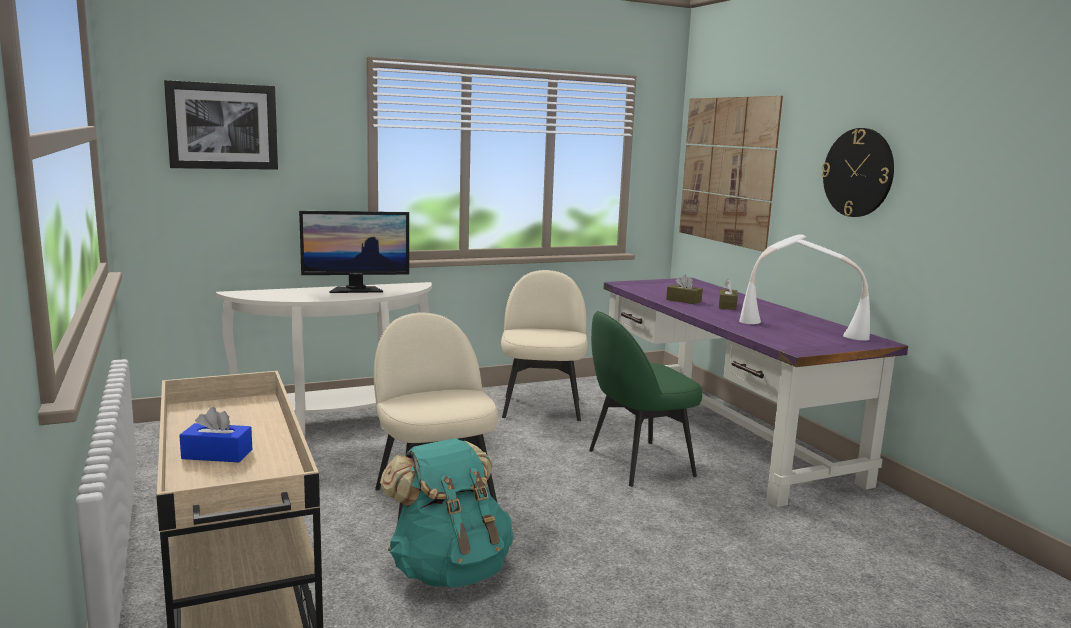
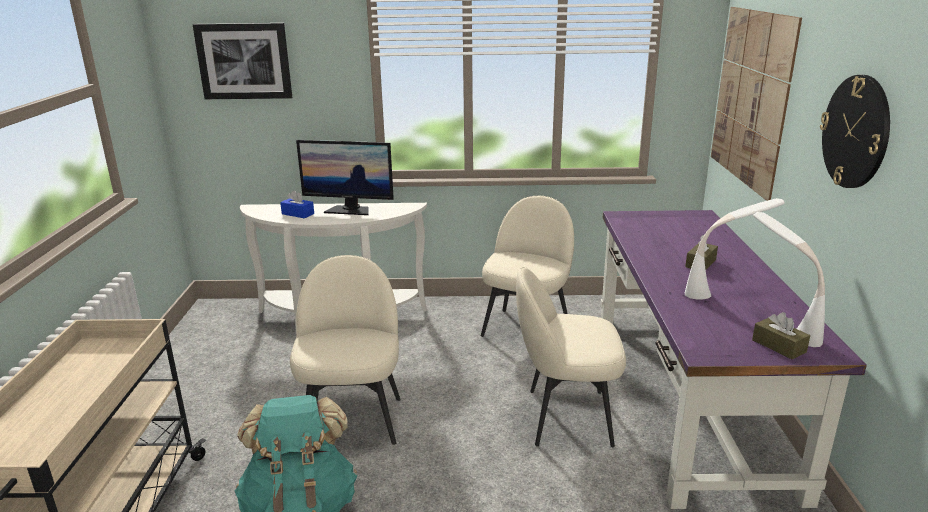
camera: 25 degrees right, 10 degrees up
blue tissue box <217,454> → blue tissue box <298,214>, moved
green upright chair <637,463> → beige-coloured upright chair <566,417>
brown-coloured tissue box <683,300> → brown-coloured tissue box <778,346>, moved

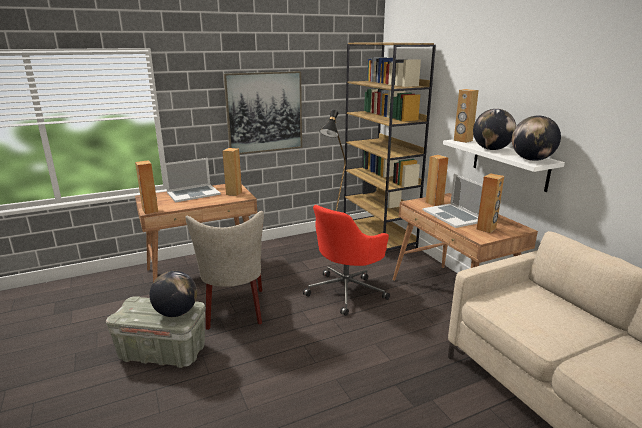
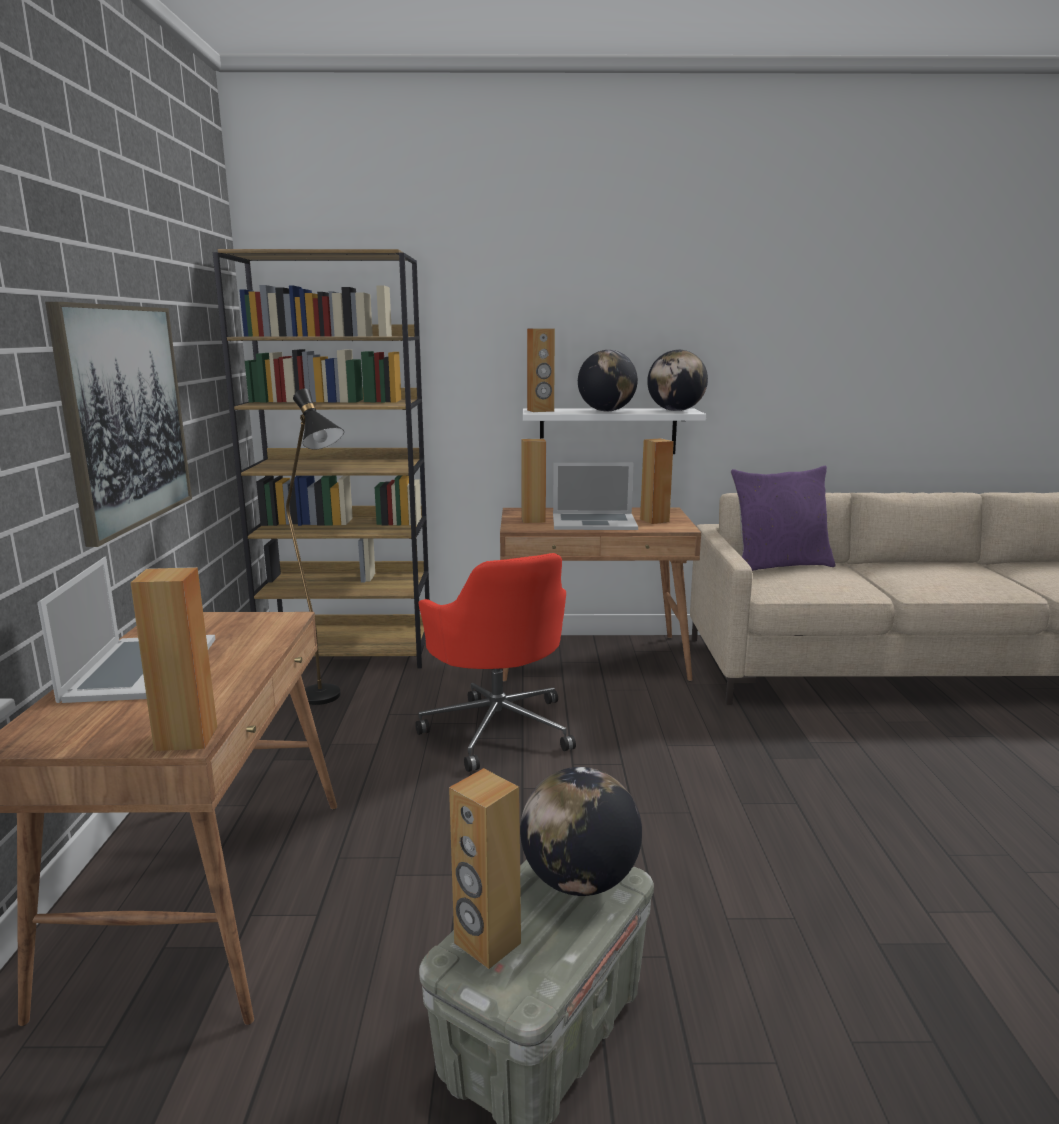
camera: 65 degrees left, 5 degrees down
brown-coloured loudspeaker <233,193> → brown-coloured loudspeaker <486,943>, moved
- → purple-coloured throw pillow <779,565>
beige-coloured upright chair <234,311> → -

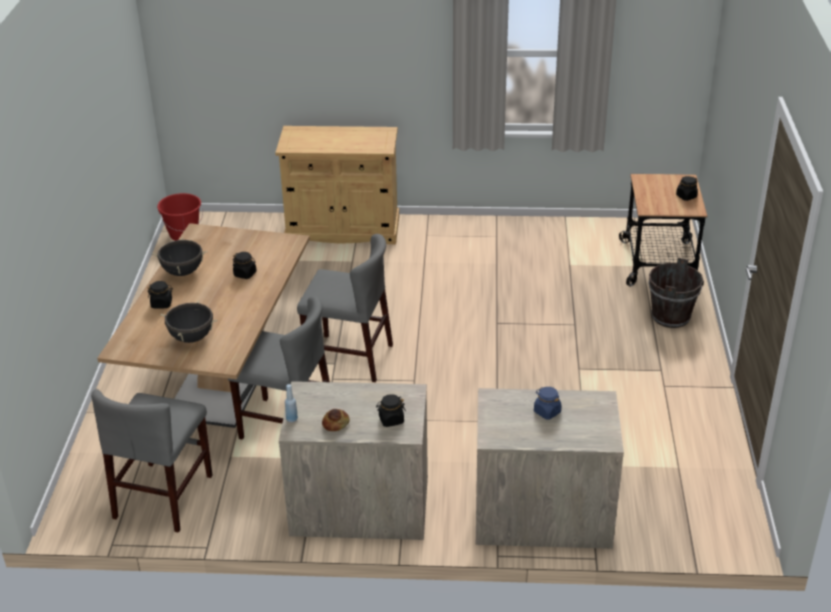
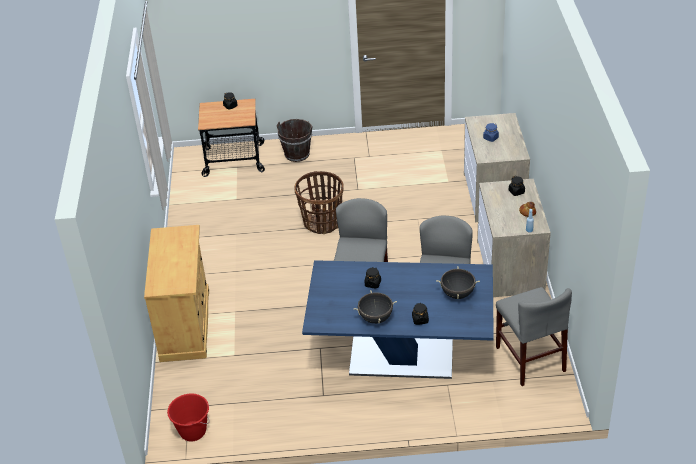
camera: 95 degrees left, 5 degrees up
- → basket <322,223>
brown-coloured kitchen table <222,380> → blue kitchen table <401,356>
grey upright chair <163,496> → grey upright chair <530,359>, 60 degrees clockwise

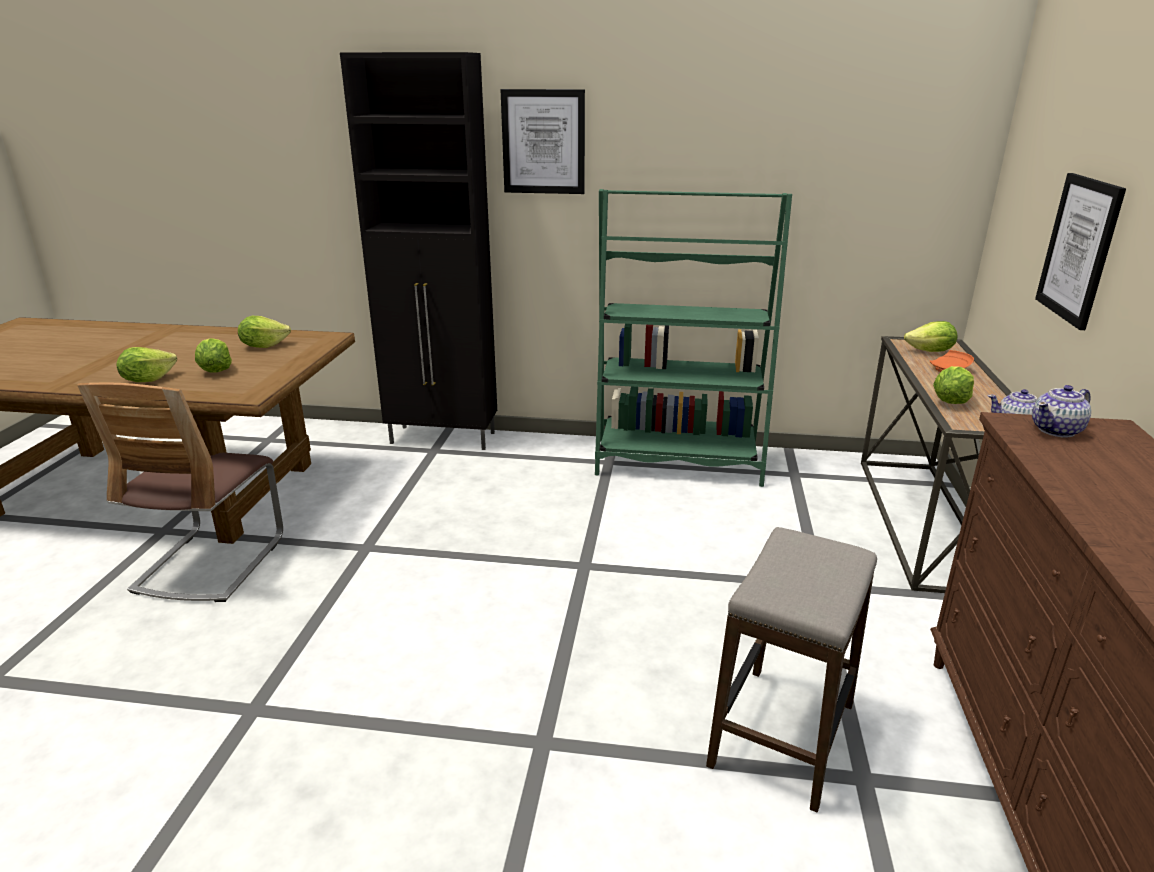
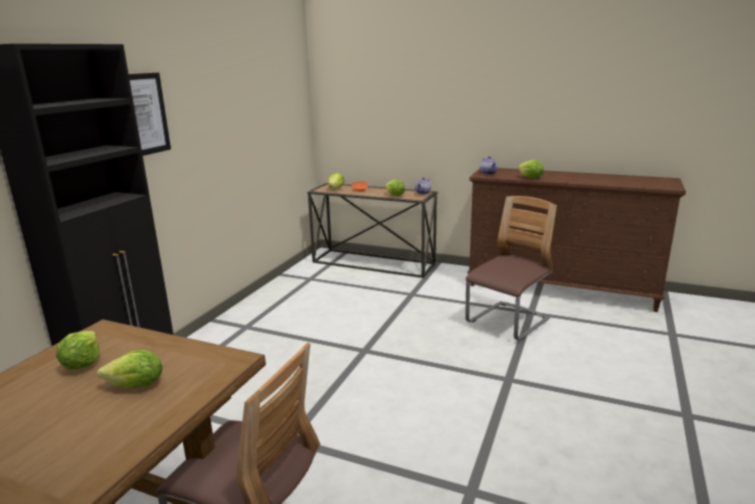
camera: 75 degrees left, 5 degrees down
sitting stool <783,735> → upright chair <507,322>
lettuce head <148,380> → lettuce head <530,178>, moved
green shelving unit <677,462> → -
wall art <1079,249> → -

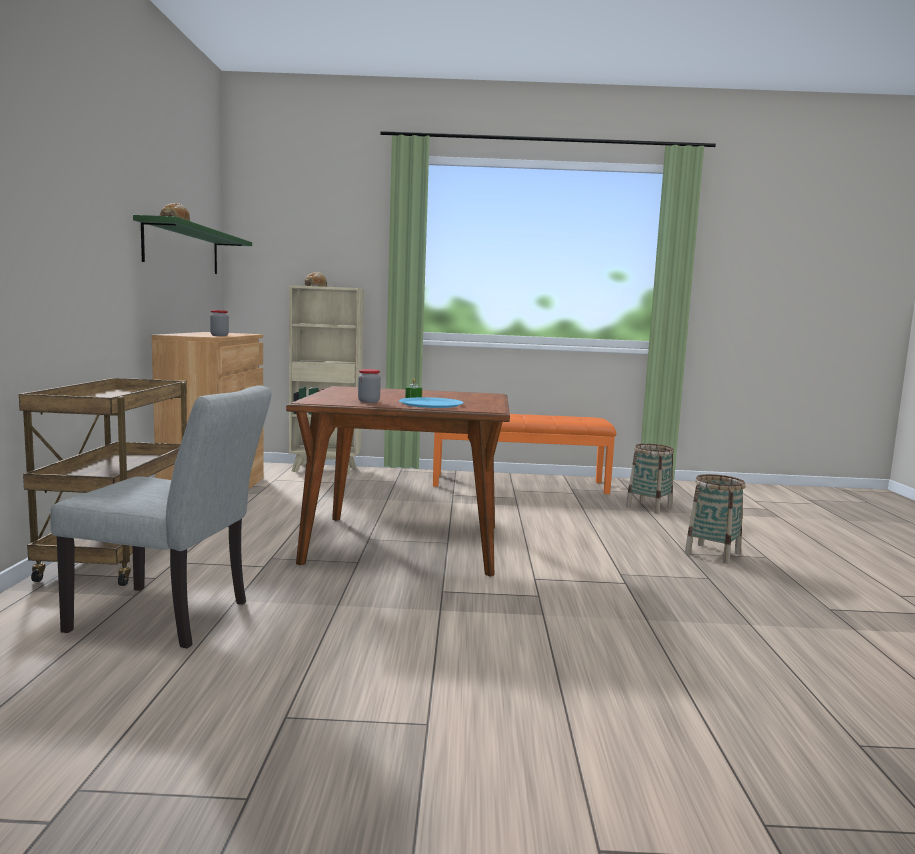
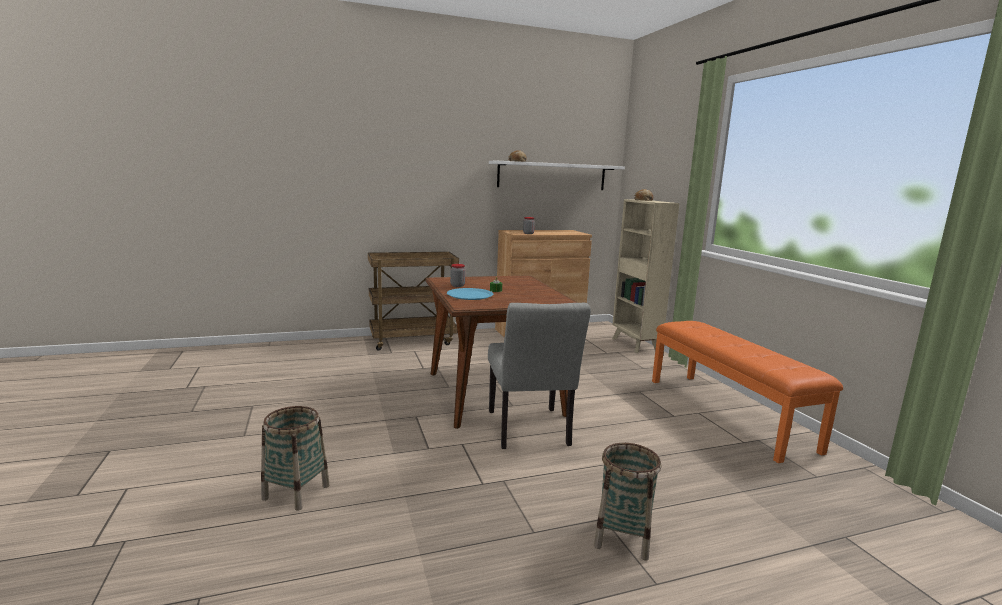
camera: 70 degrees right, 5 degrees up
basket <649,507> → basket <296,492>, moved
grey upright chair <172,618> → grey upright chair <529,431>, moved
green bracket shelf <183,249> → whitish bracket shelf <552,176>

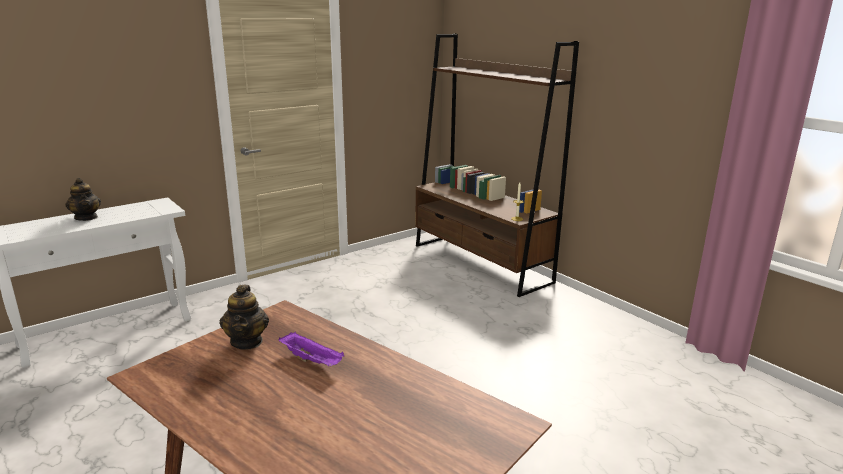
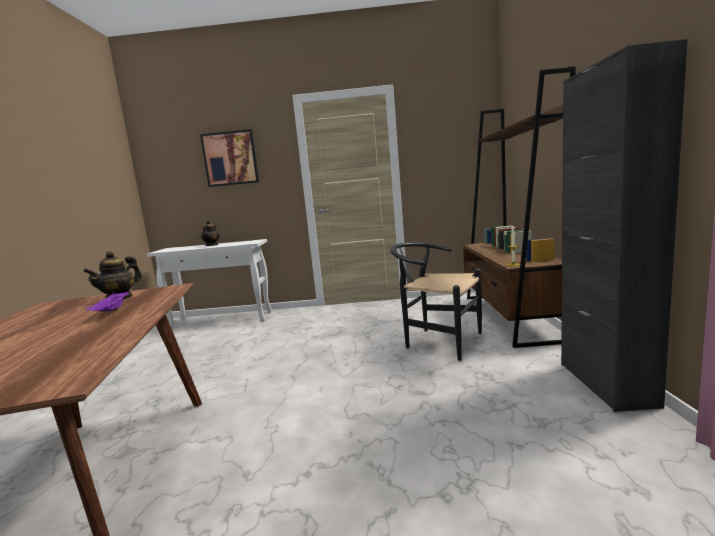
camera: 40 degrees right, 10 degrees down
- → wall art <230,158>
- → blackish upright chair <437,341>
- → blackish storage cabinet <606,384>

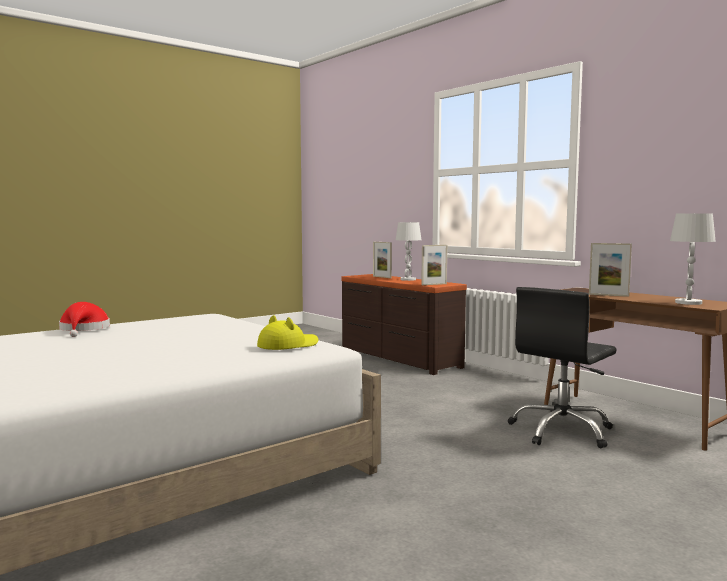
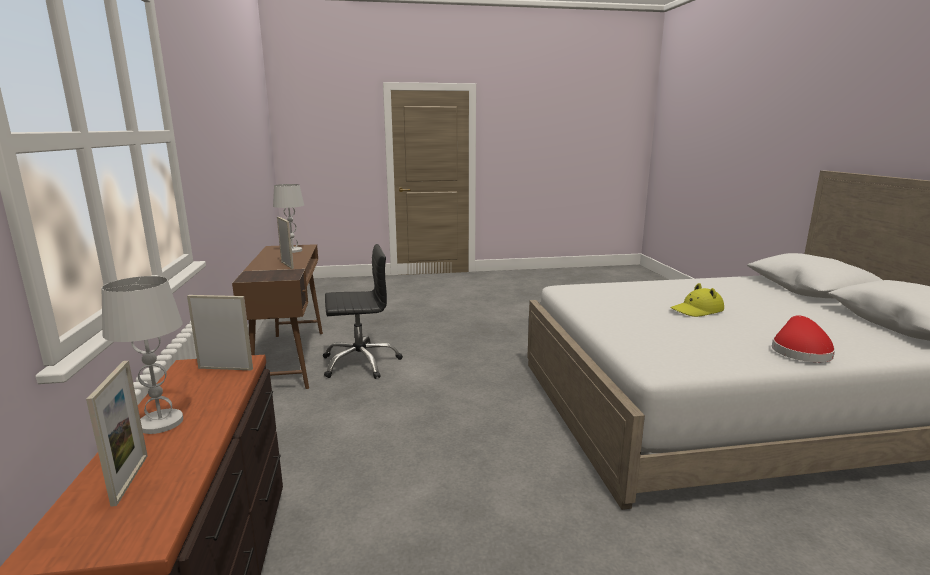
camera: 150 degrees left, 10 degrees up
yellow wearable hat <288,346> → yellow wearable hat <697,310>, moved

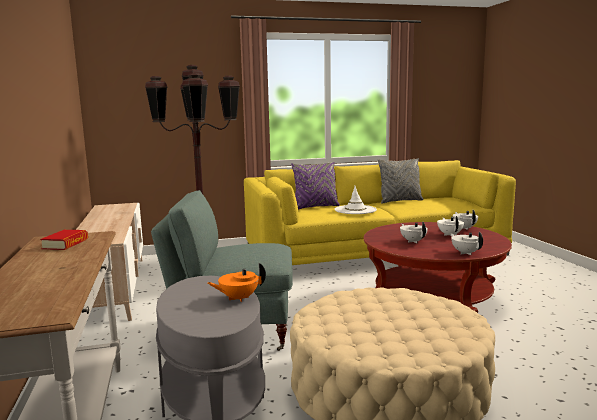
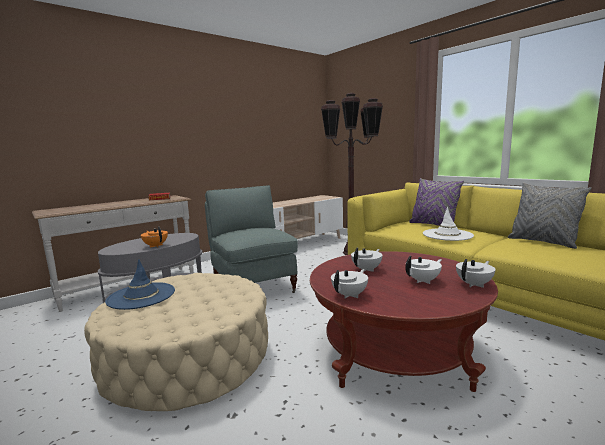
camera: 65 degrees right, 0 degrees up
- → blue wearable hat <141,296>

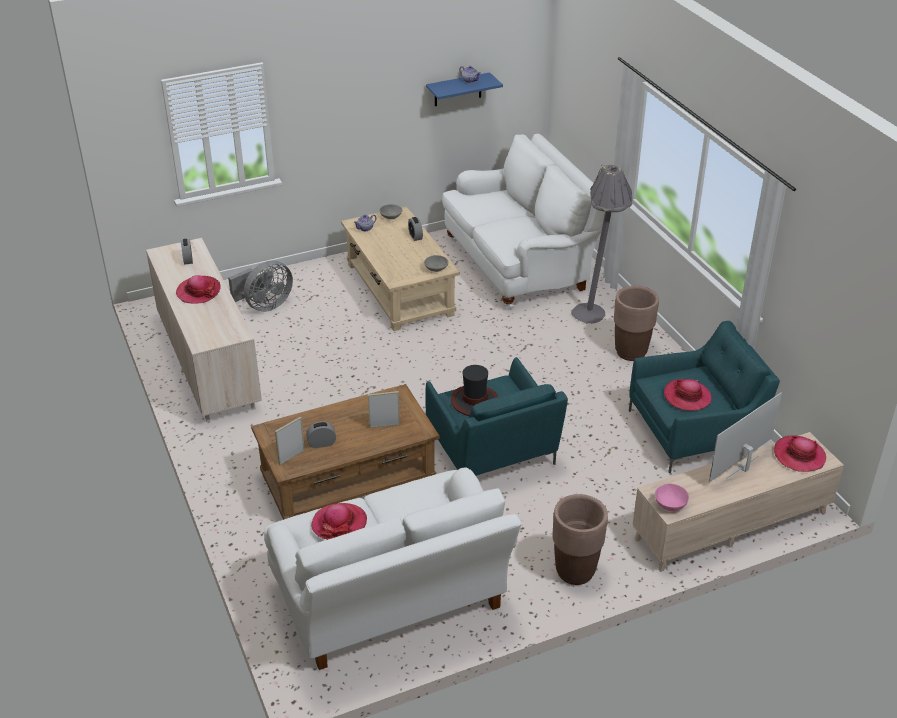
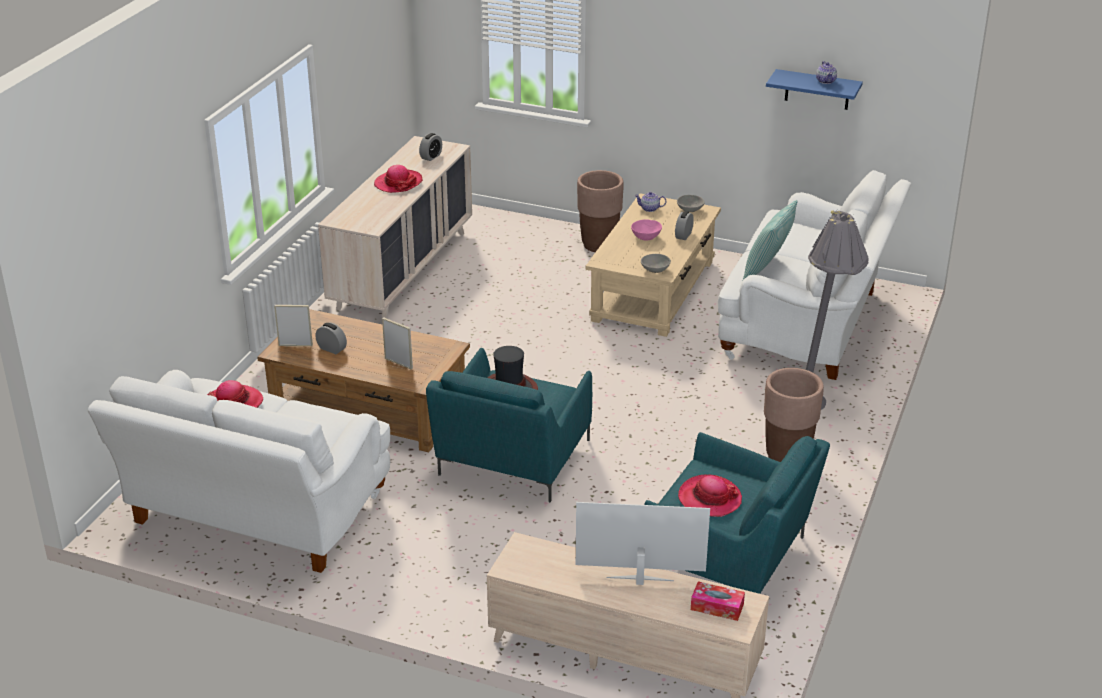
camera: 45 degrees right, 5 degrees down
brown-coloured plant pot <575,571> → brown-coloured plant pot <599,245>, moved
pink bowl <670,505> → pink bowl <646,237>, moved
wearable hat <799,455> → tissue box <717,607>
- → throw pillow <767,270>
grey cooling fan <265,305> → -

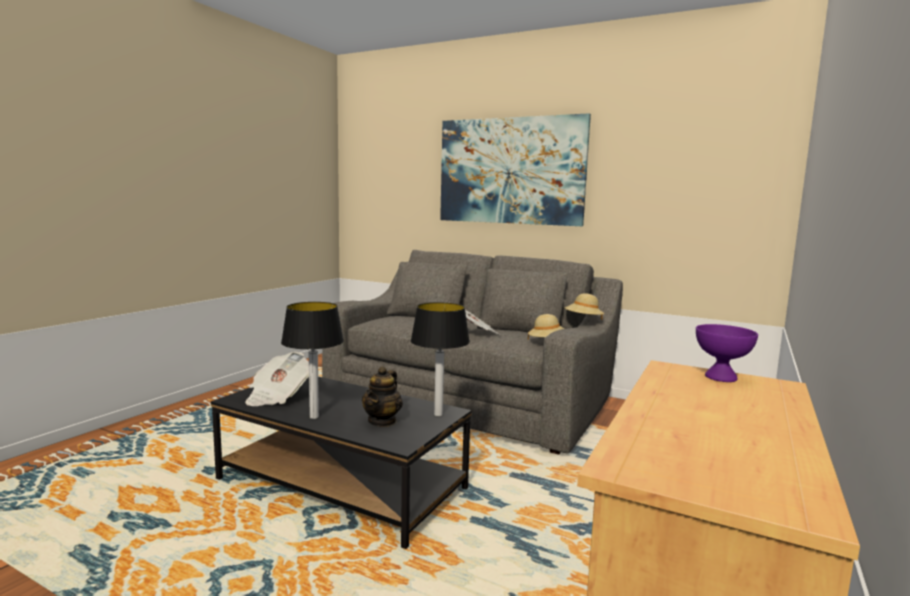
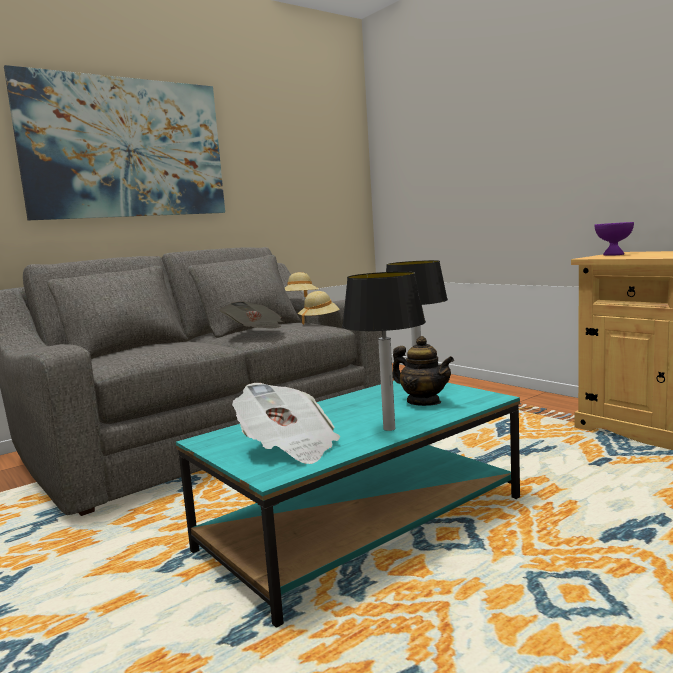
camera: 65 degrees left, 0 degrees up
blackish lounge table <342,484> → turquoise-coloured lounge table <363,524>

